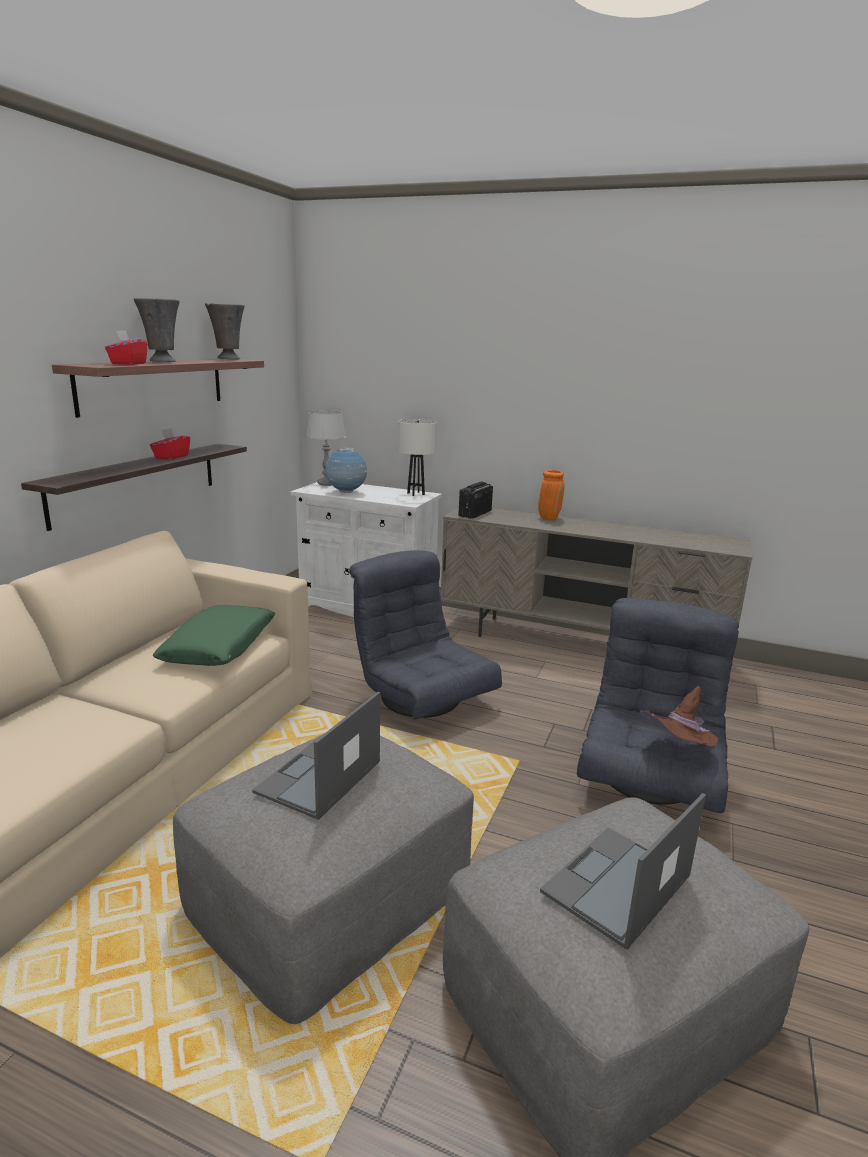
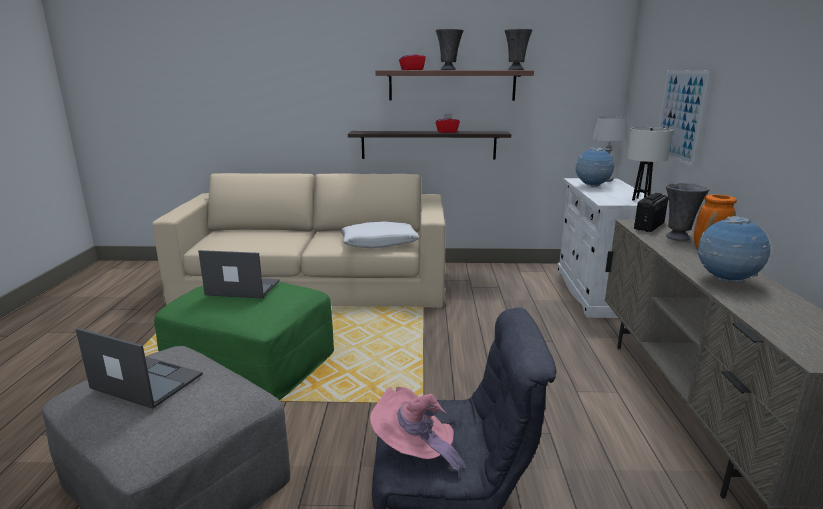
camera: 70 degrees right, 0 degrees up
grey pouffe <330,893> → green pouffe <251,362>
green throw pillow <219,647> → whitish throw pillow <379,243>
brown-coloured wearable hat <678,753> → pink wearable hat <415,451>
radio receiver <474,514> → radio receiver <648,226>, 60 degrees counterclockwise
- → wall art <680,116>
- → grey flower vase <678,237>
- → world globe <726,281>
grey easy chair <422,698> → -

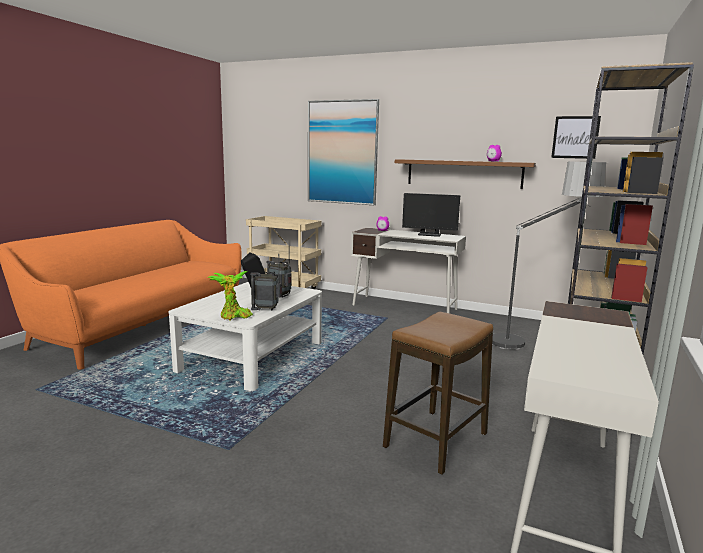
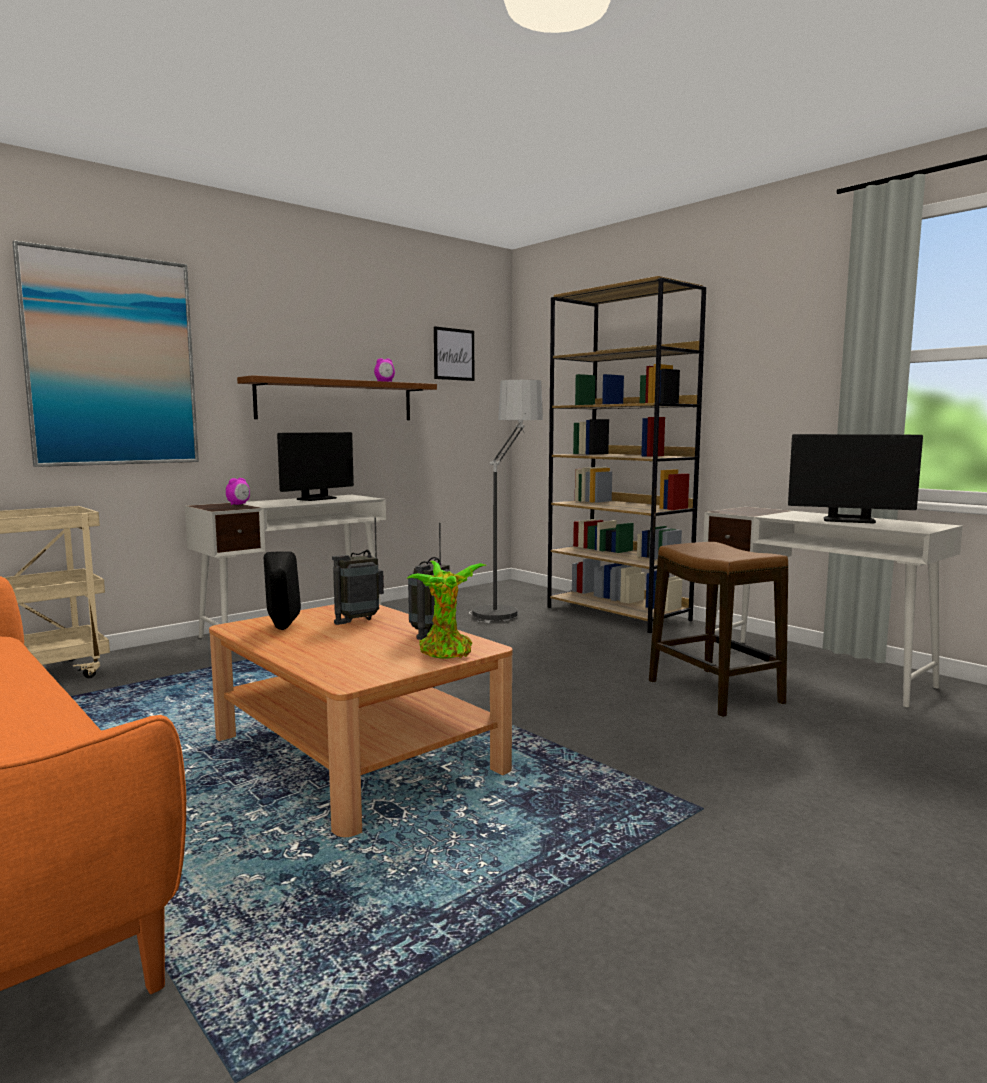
camera: 65 degrees left, 5 degrees down
whitish lounge table <252,356> → brown-coloured lounge table <356,753>
- → computer screen <849,520>

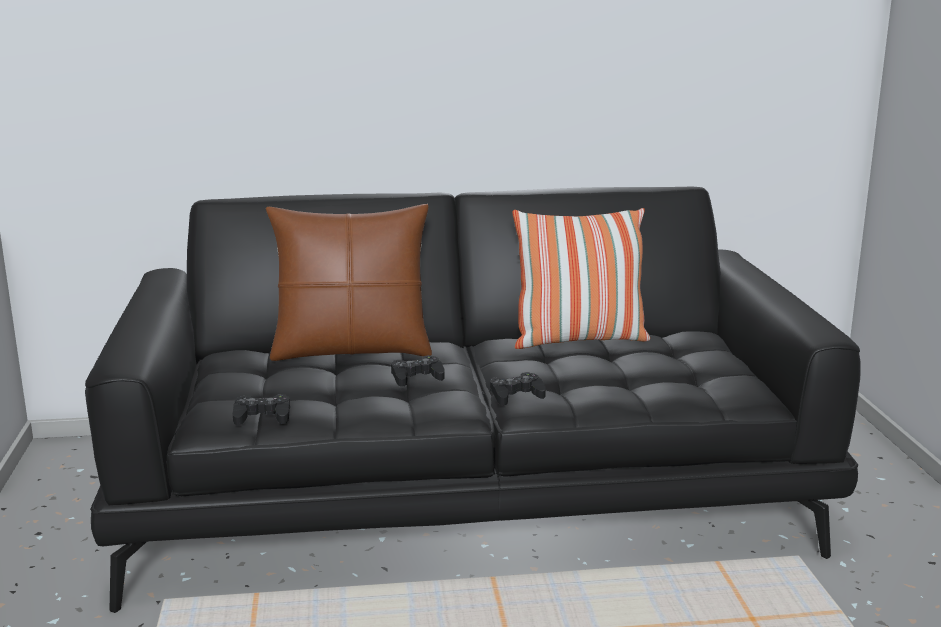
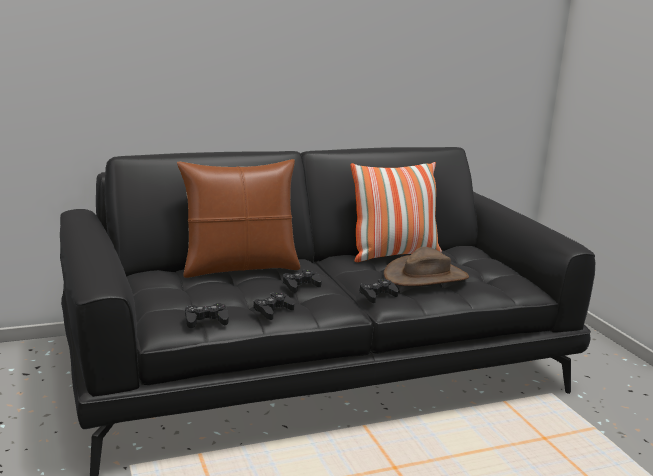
camera: 15 degrees left, 0 degrees up
- → blackish game controller <272,310>
- → brown-coloured wearable hat <426,276>

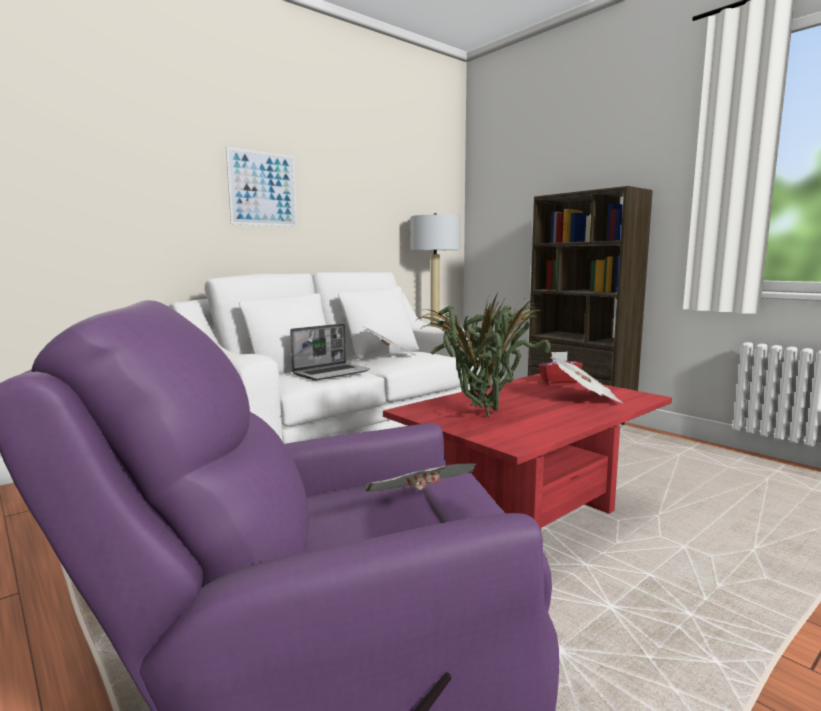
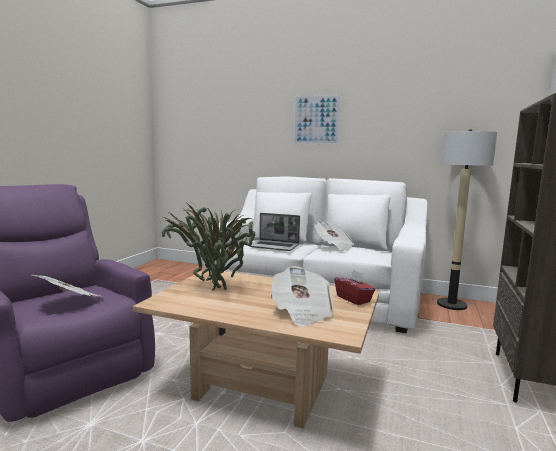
camera: 60 degrees right, 0 degrees up
red lounge table <528,513> → beige-coloured lounge table <262,387>

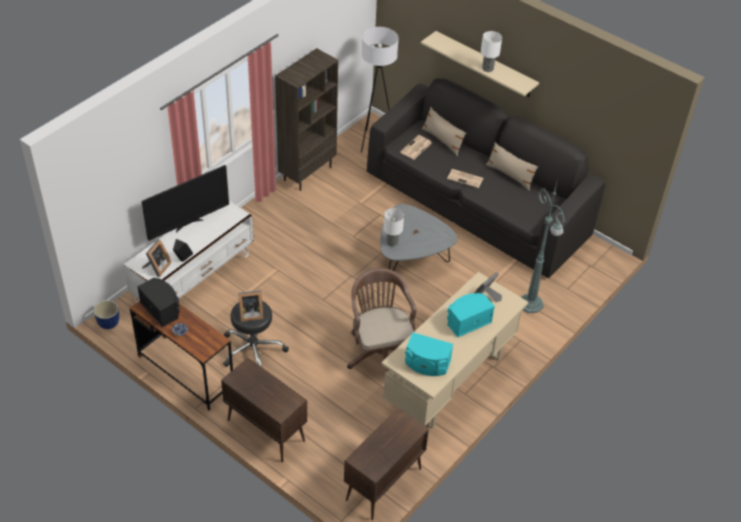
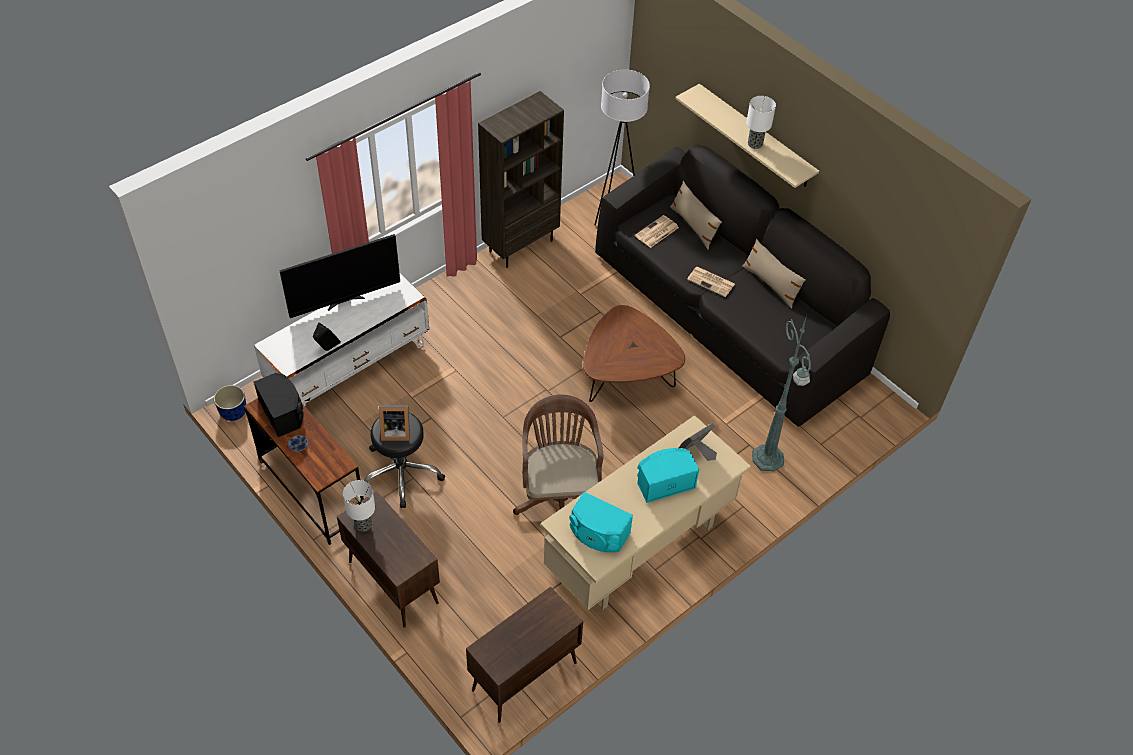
camera: 10 degrees right, 5 degrees up
tabletop lamp <392,242> → tabletop lamp <363,523>, moved
grey lounge table <411,259> → brown-coloured lounge table <627,377>
picture frame <157,268> → -

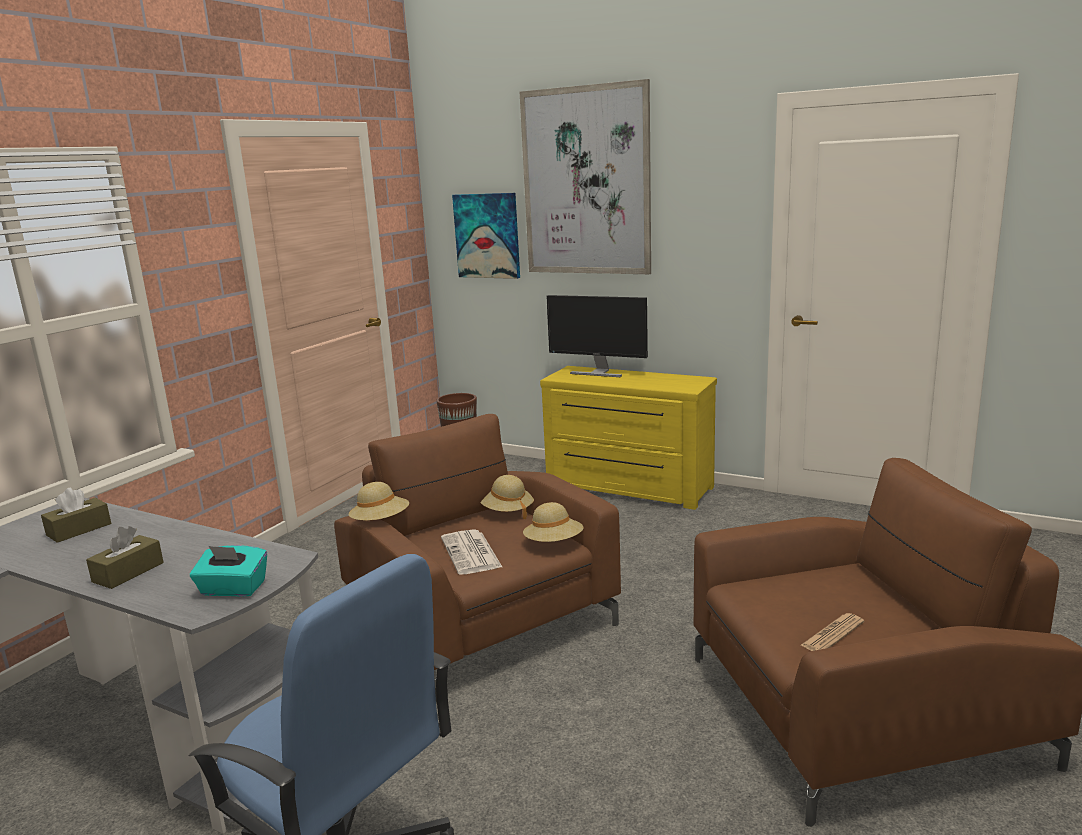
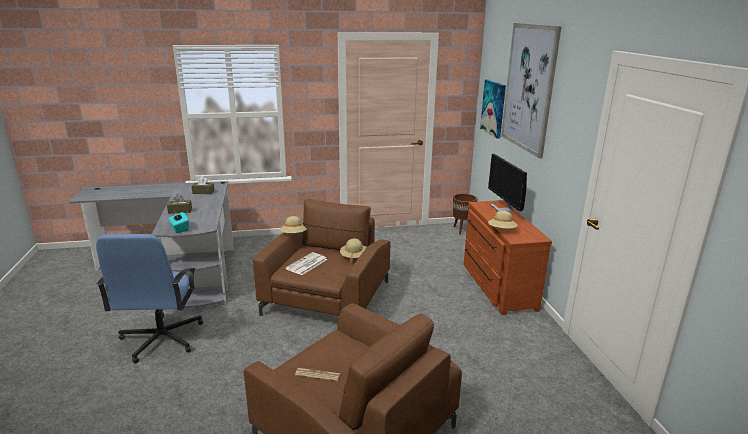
camera: 50 degrees right, 5 degrees up
yellow chest of drawers <627,488> → brown-coloured chest of drawers <496,286>
beige-coloured wearable hat <554,543> → beige-coloured wearable hat <502,230>, moved

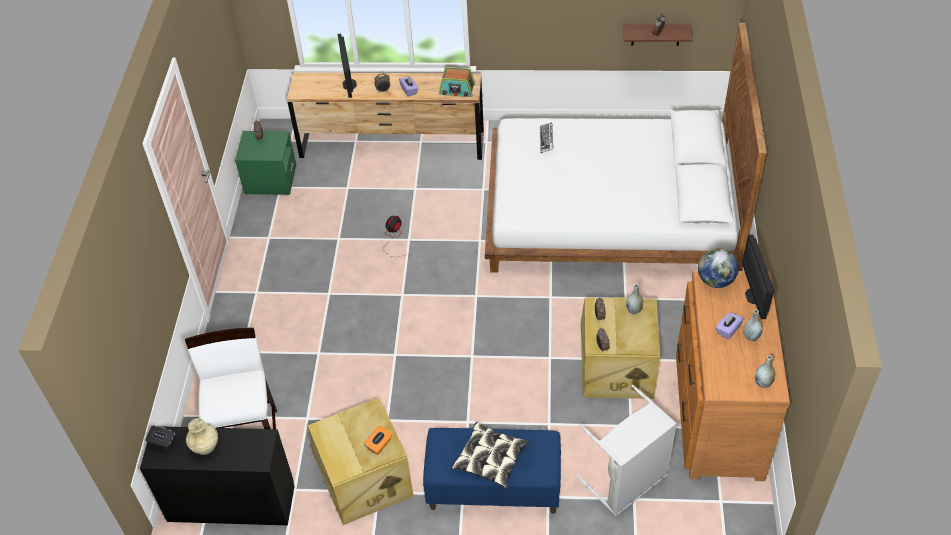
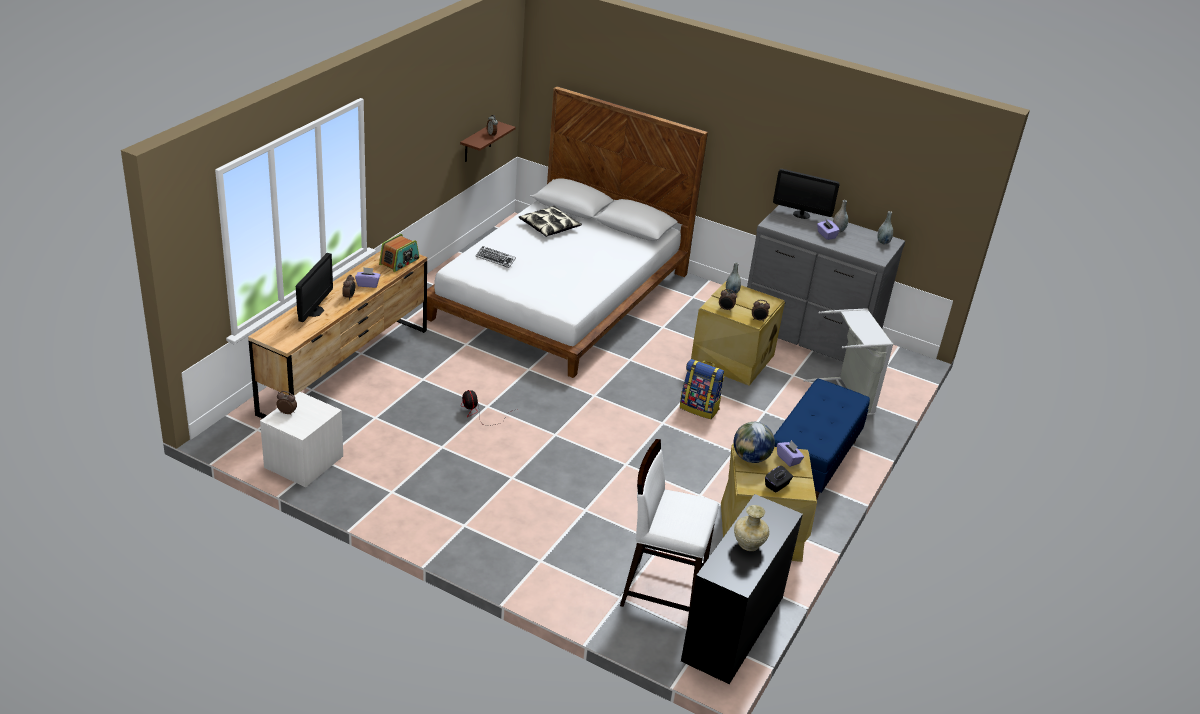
camera: 70 degrees left, 15 degrees down
green nightstand <270,180> → whitish nightstand <304,463>
computer screen <349,84> → computer screen <314,311>, 90 degrees counterclockwise
throw pillow <491,459> → throw pillow <549,227>, moved
- → knapsack <699,408>
world globe <715,281> → world globe <751,458>, moved
brown-coloured chest of drawers <717,415> → grey chest of drawers <808,336>
blackish tissue box <163,442> → blackish tissue box <777,485>, moved
orangey tissue box <379,445> → purple-coloured tissue box <788,459>

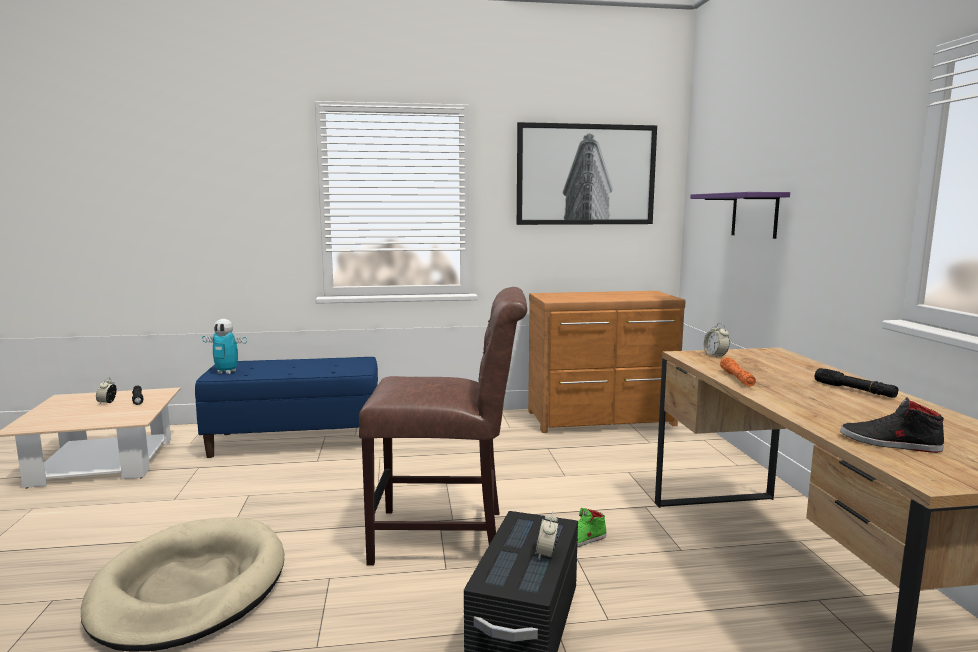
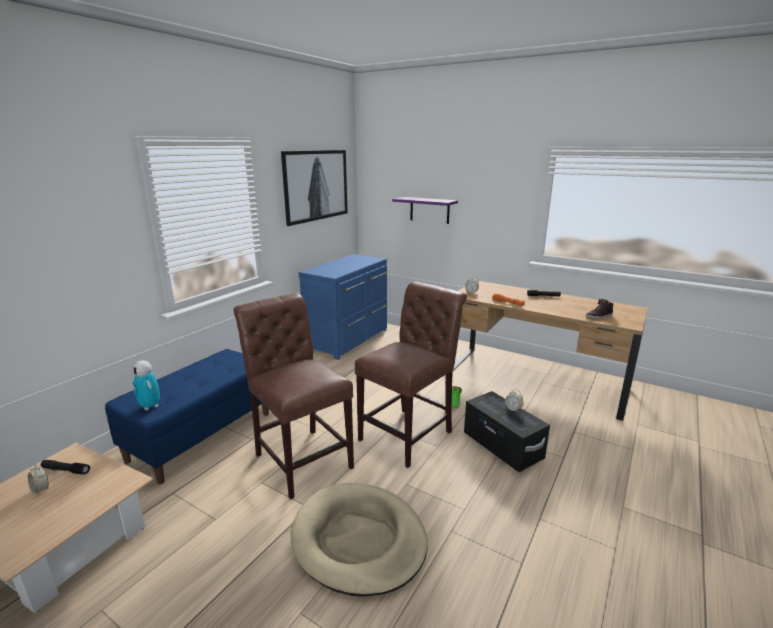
camera: 50 degrees left, 10 degrees up
toy robot <227,372> → toy robot <150,406>, 90 degrees clockwise
- → brown-coloured upright chair <301,457>
brown-coloured chest of drawers <602,419> → blue chest of drawers <349,339>

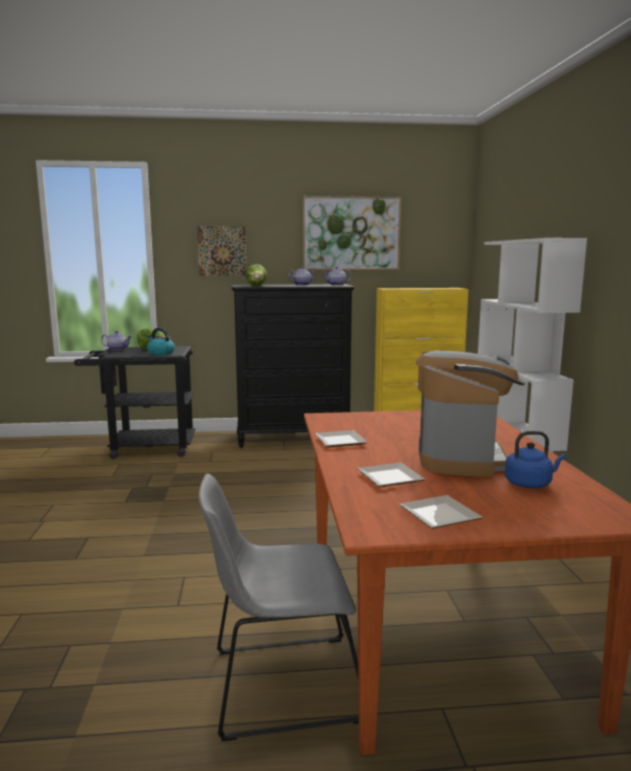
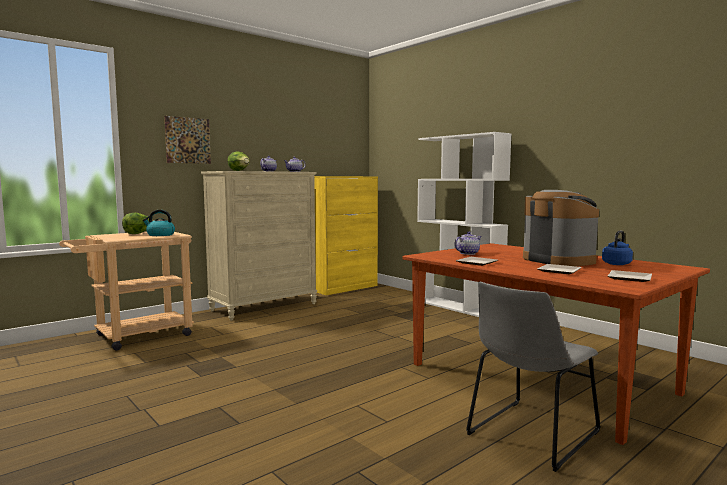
camera: 35 degrees left, 5 degrees down
blackish wheeled cart <144,448> → beige-coloured wheeled cart <135,337>
blackish chest of drawers <293,438> → beige-coloured chest of drawers <264,307>
pot for tea <117,349> → pot for tea <467,253>, moved
wall art <351,233> → -

